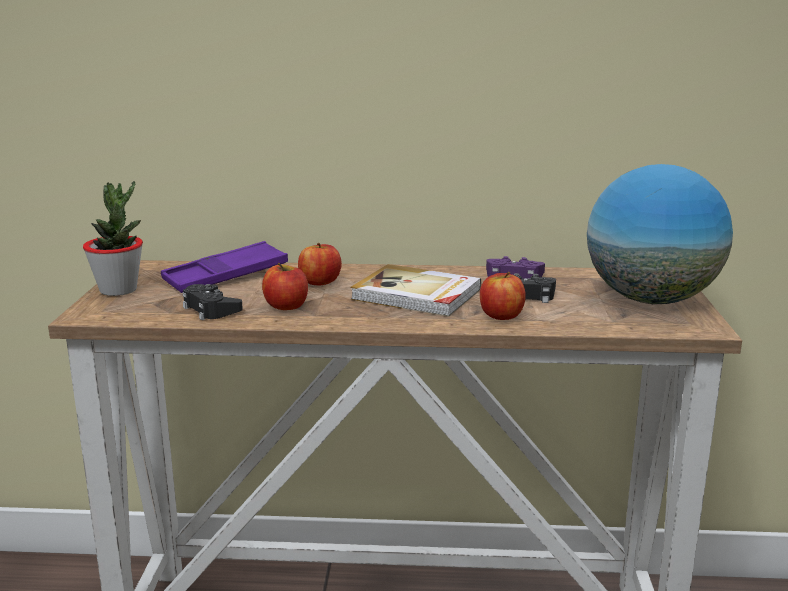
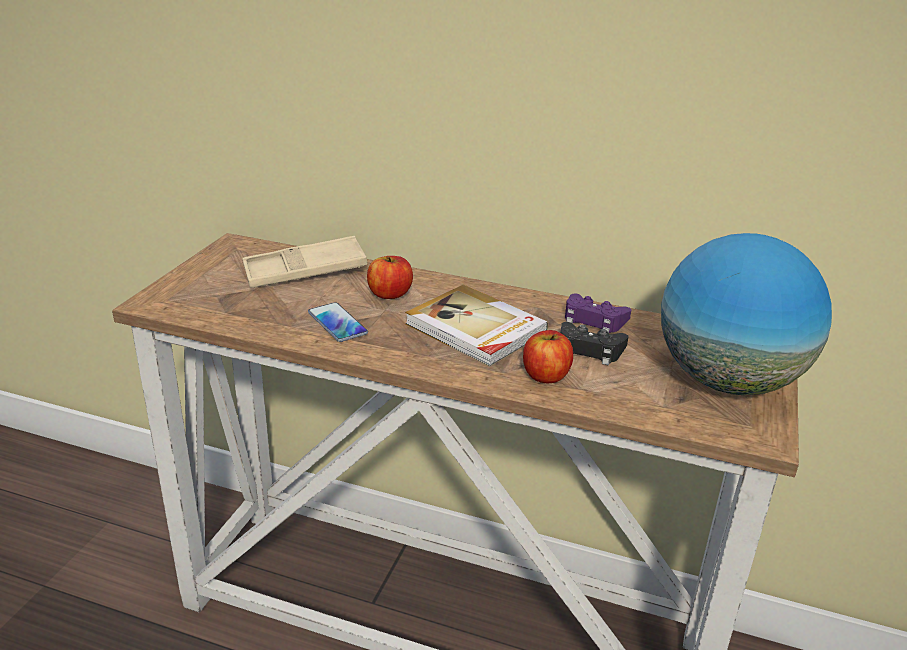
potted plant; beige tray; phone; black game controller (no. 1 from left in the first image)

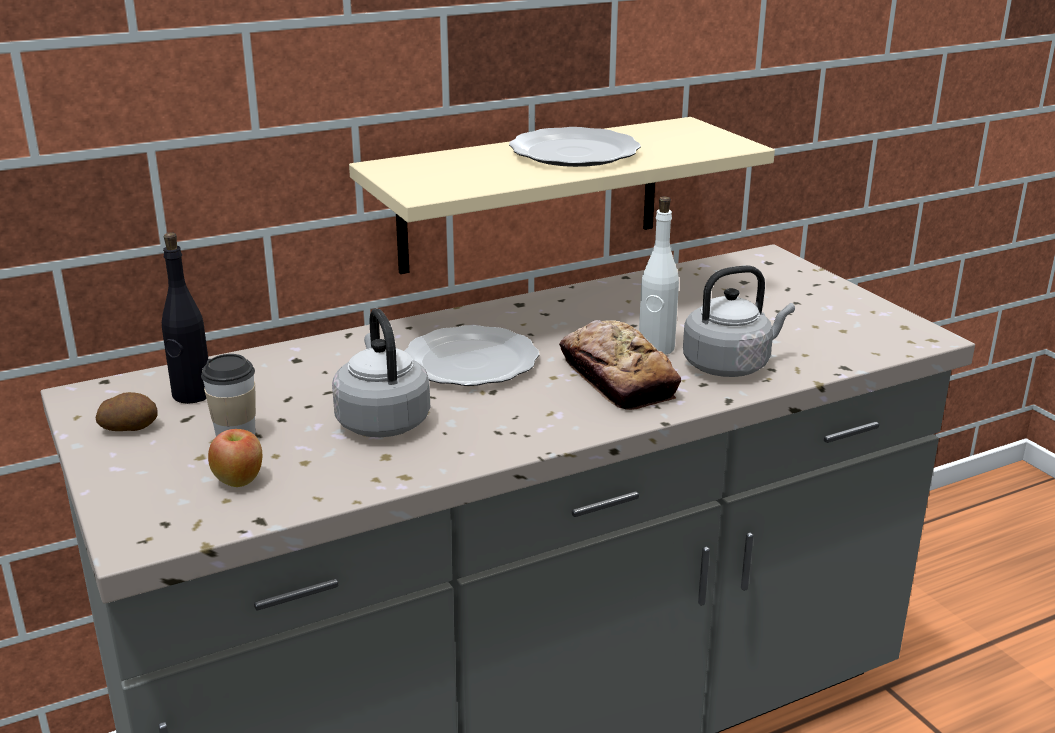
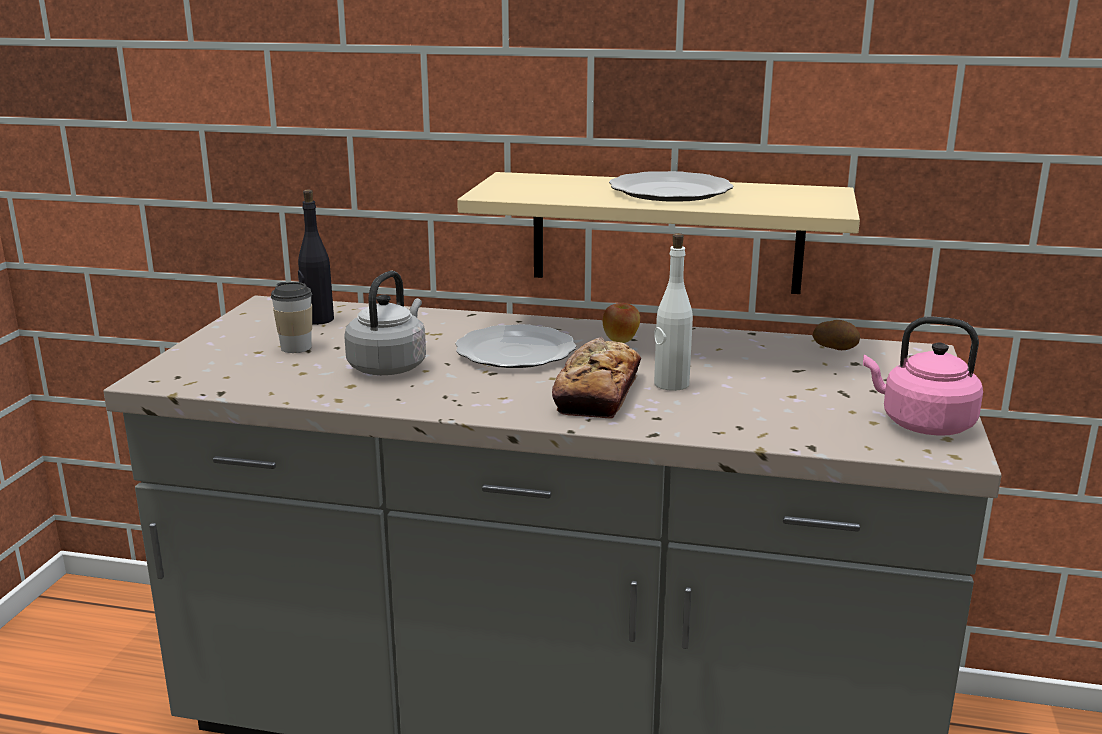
grey kettle (no. 2 from left in the first image); potato; apple; pink kettle

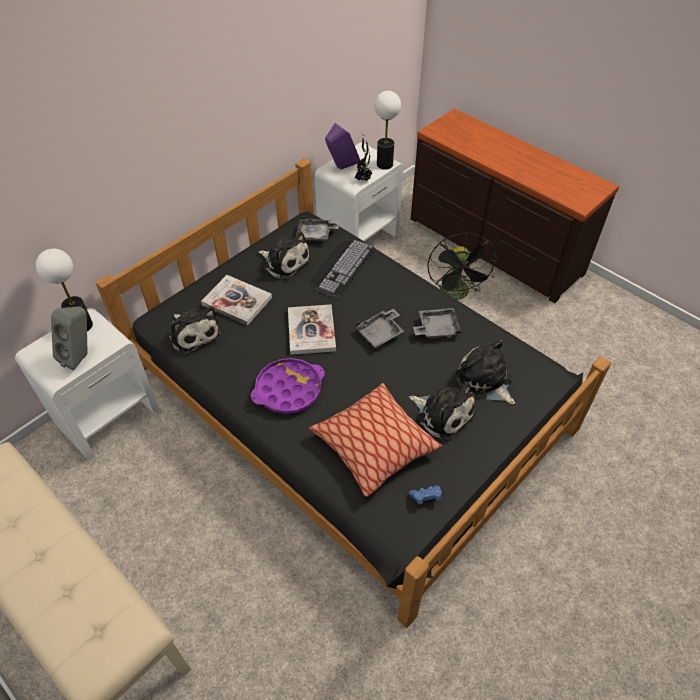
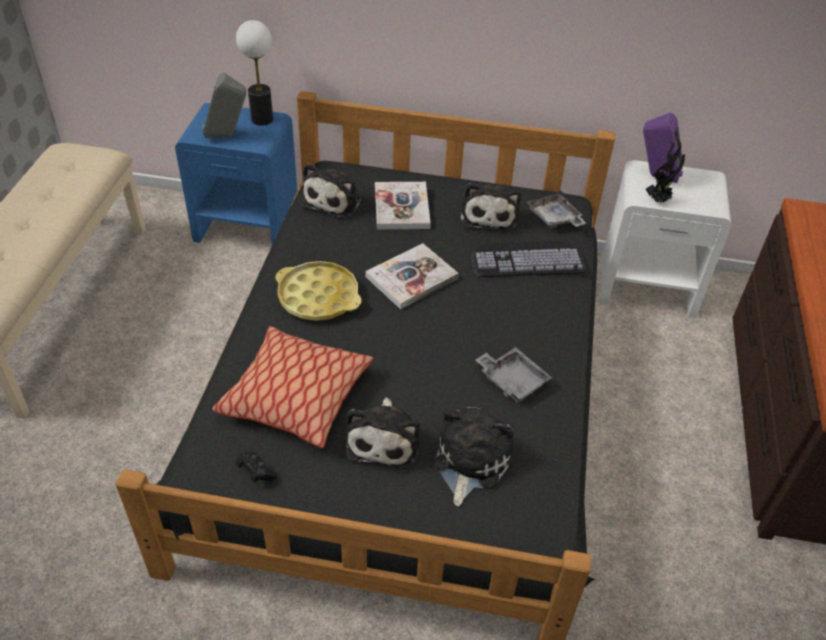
table lamp (no. 2 from left in the first image); black fan; blue nightstand; grey tray (no. 2 from left in the first image); yellow tray; black game controller

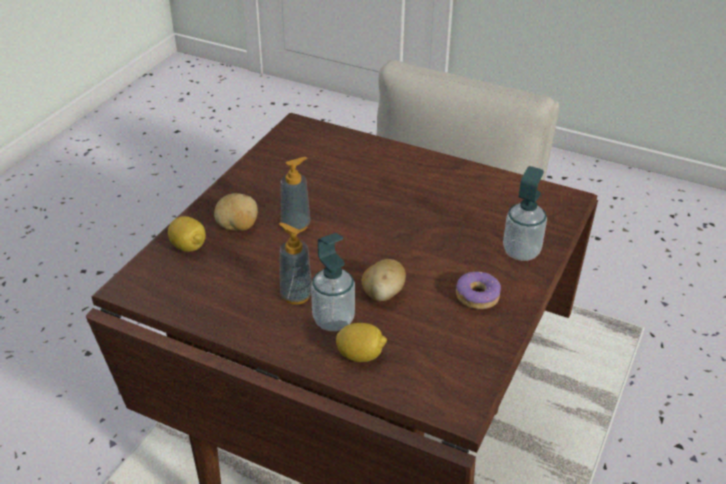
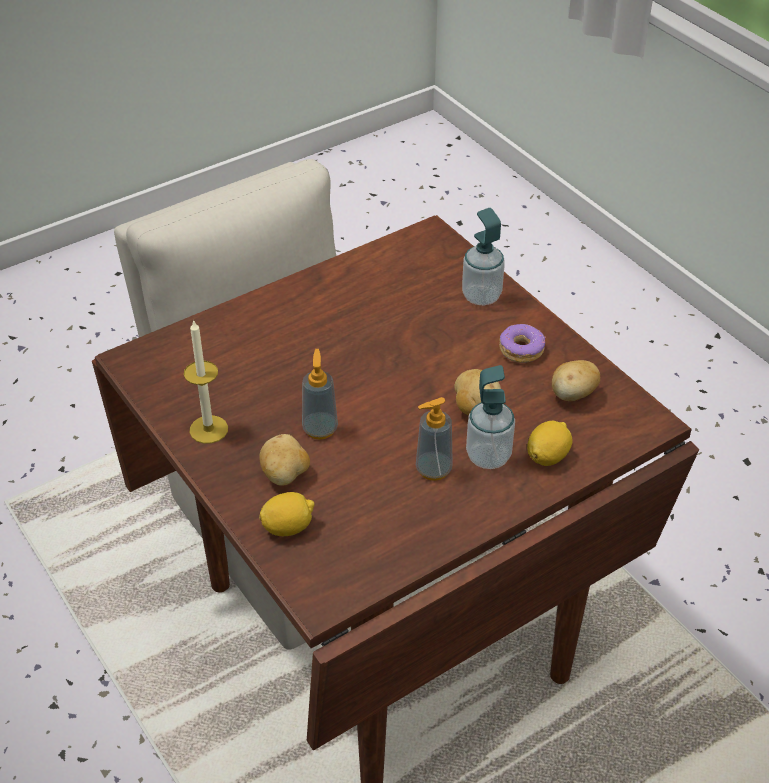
candle; potato (no. 3 from left)

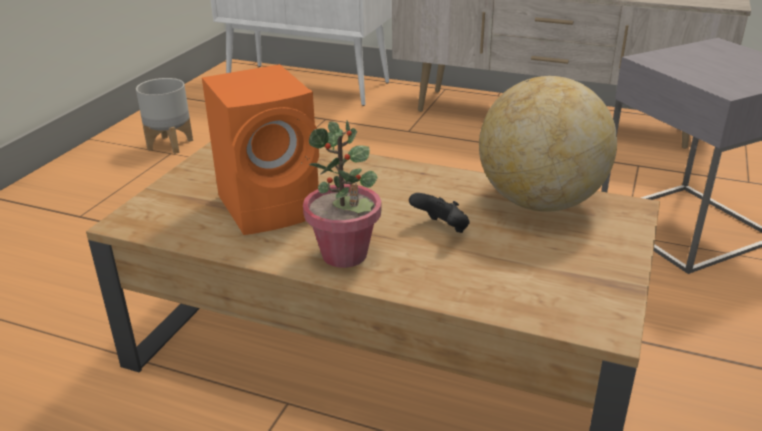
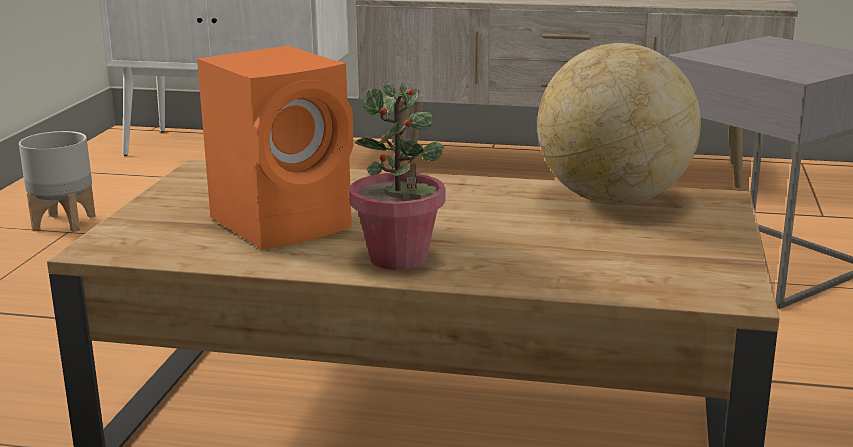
black game controller

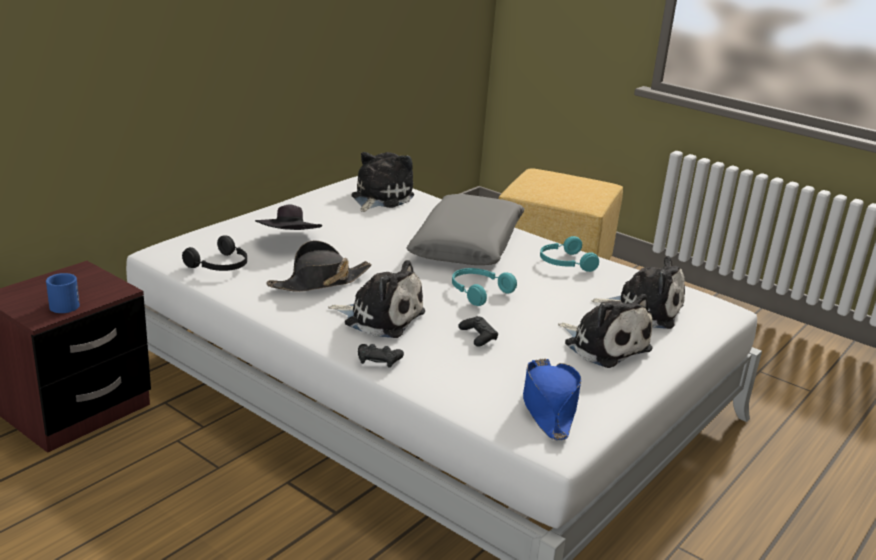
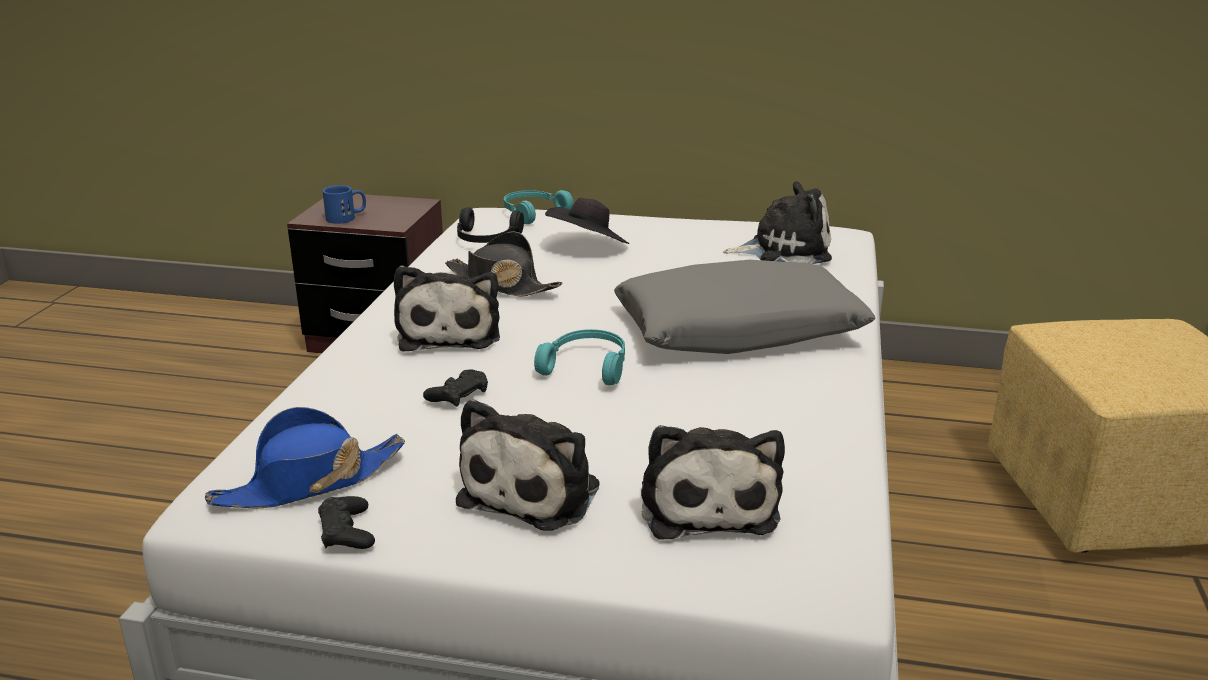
turquoise headphones (no. 1 from left); black game controller (no. 1 from left)

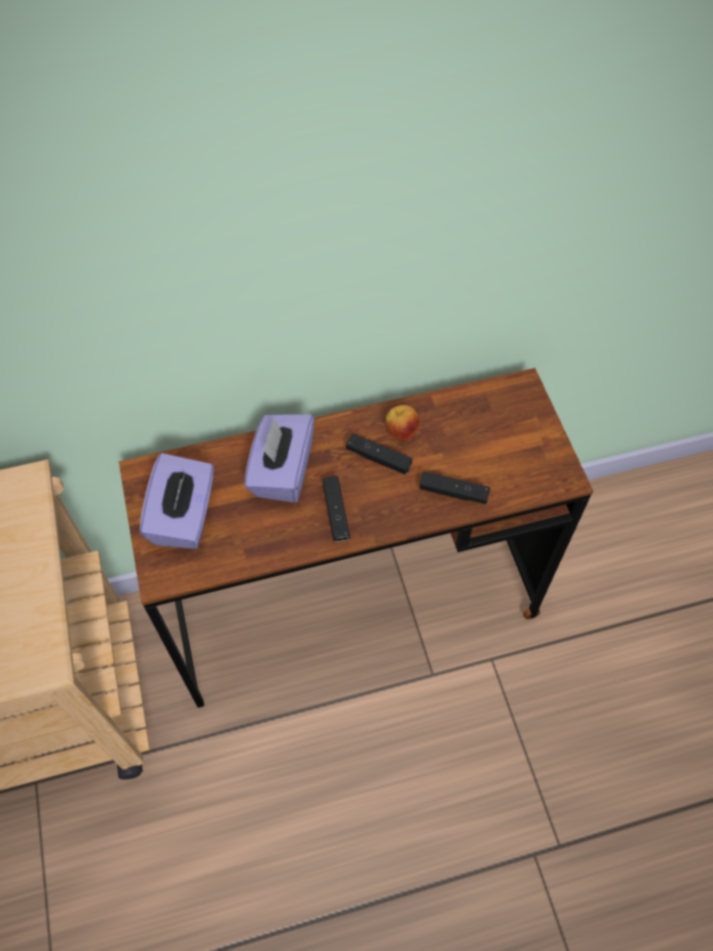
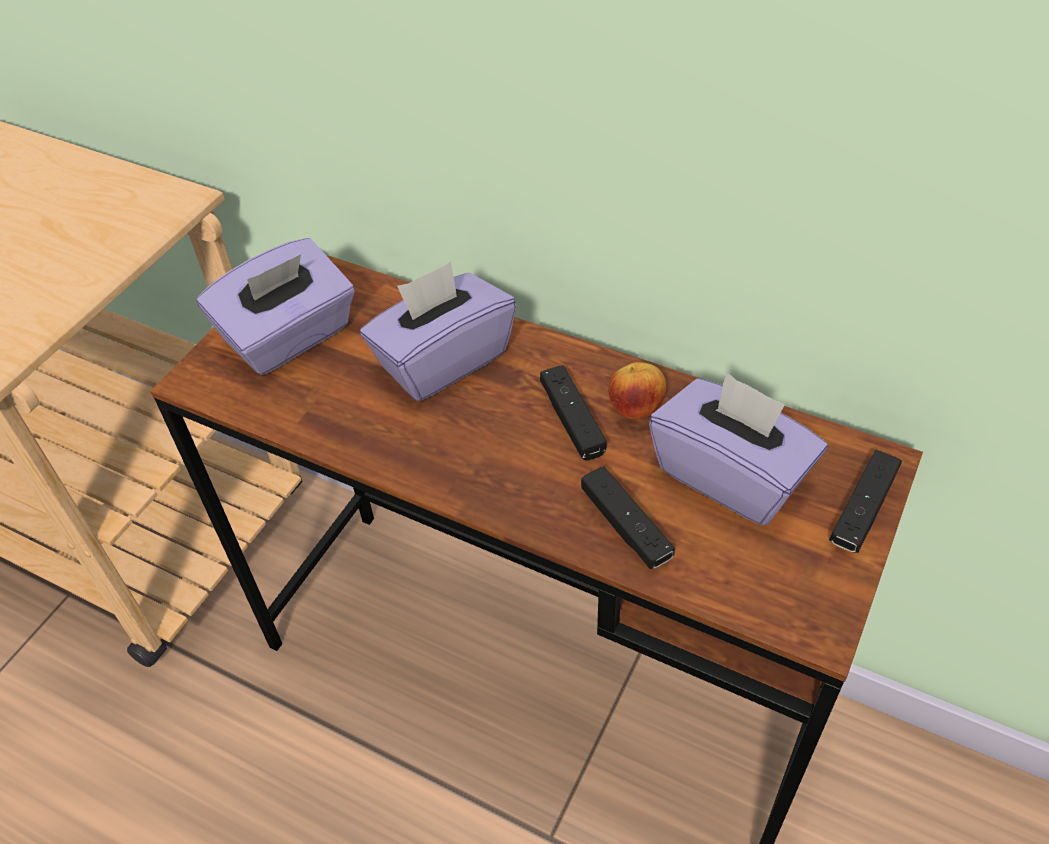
black game controller (no. 3 from left); purple tissue box (no. 3 from left)

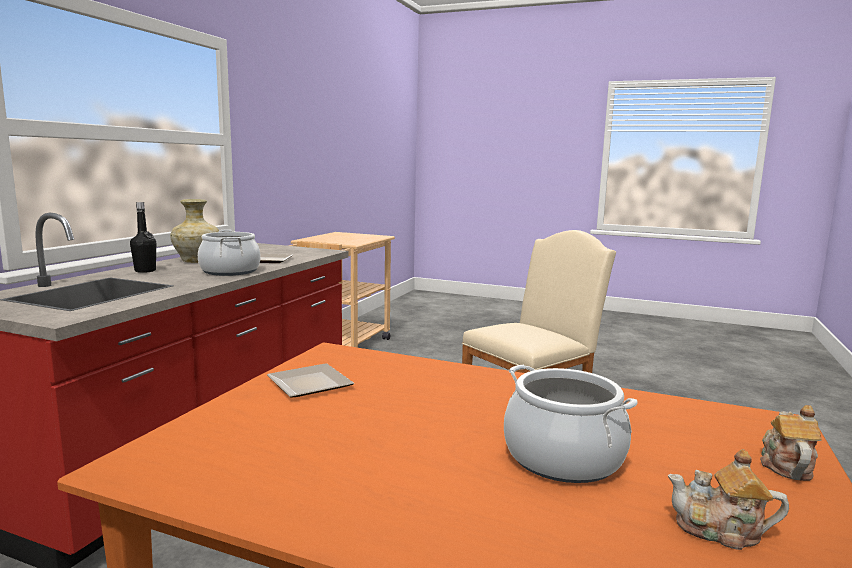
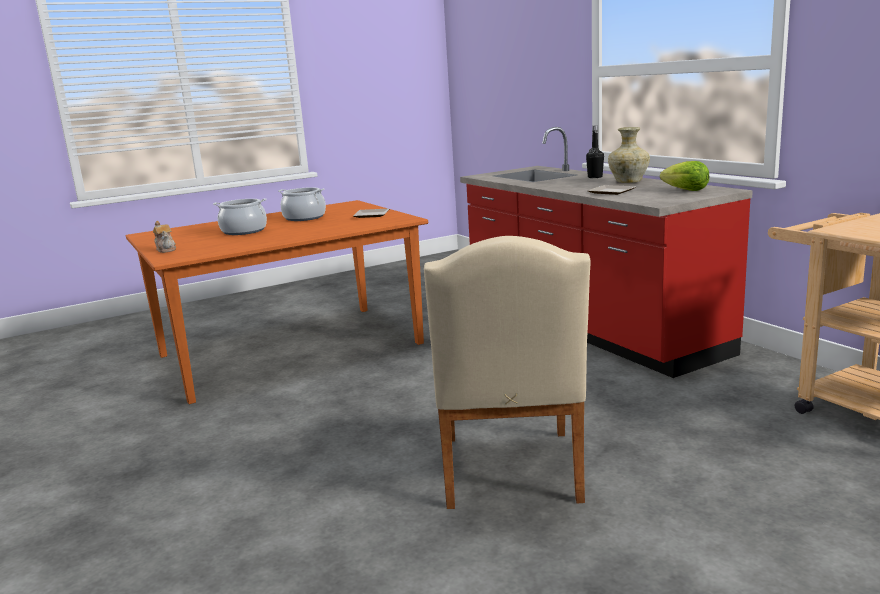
cooking pot (no. 2 from left); teapot (no. 1 from left in the first image); lettuce

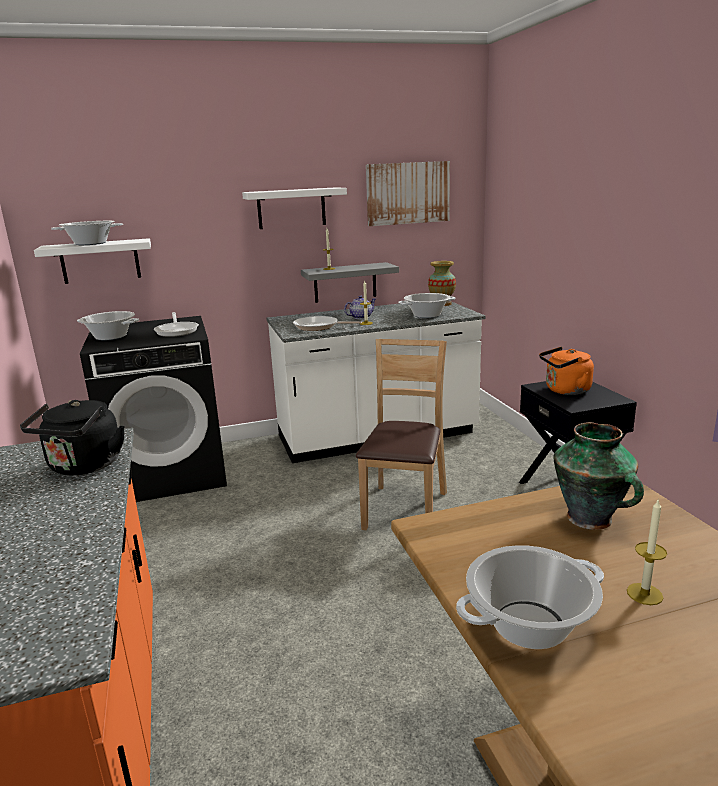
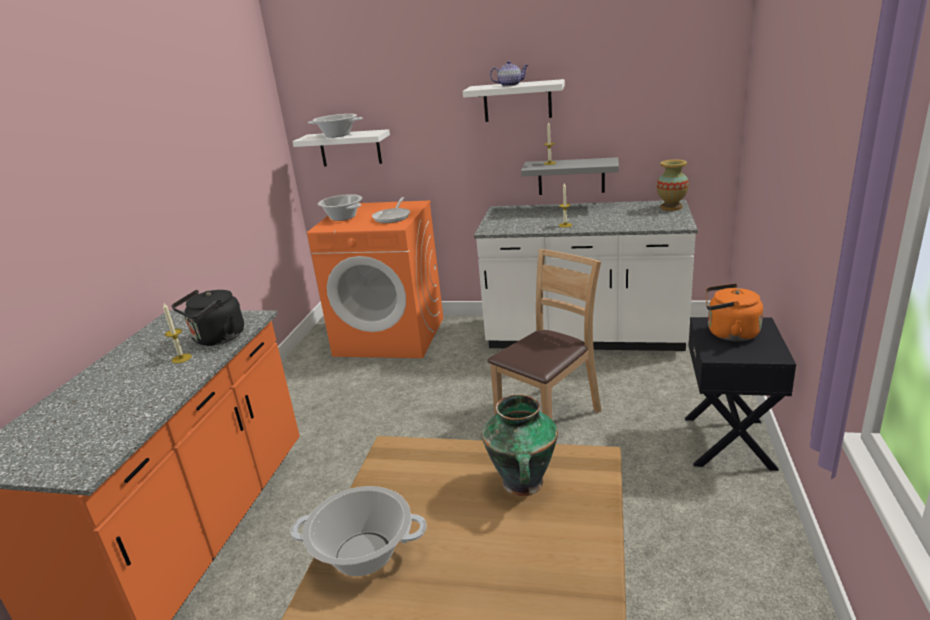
picture; cooking pot (no. 3 from left in the first image); teapot; orange washing machine; frying pan (no. 2 from left in the first image); candle (no. 1 from left)

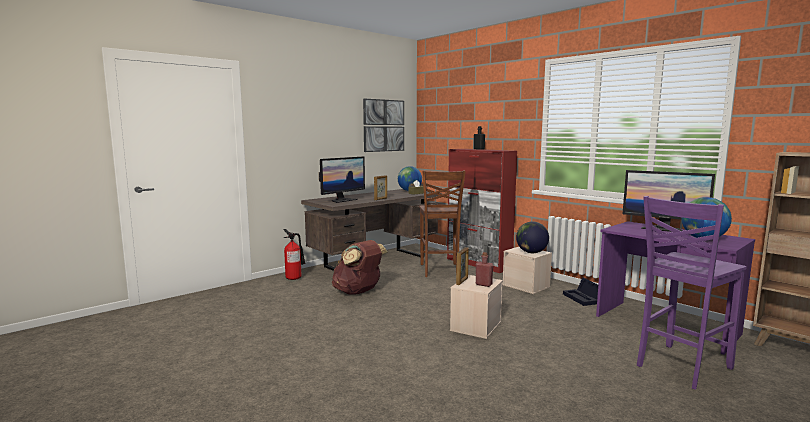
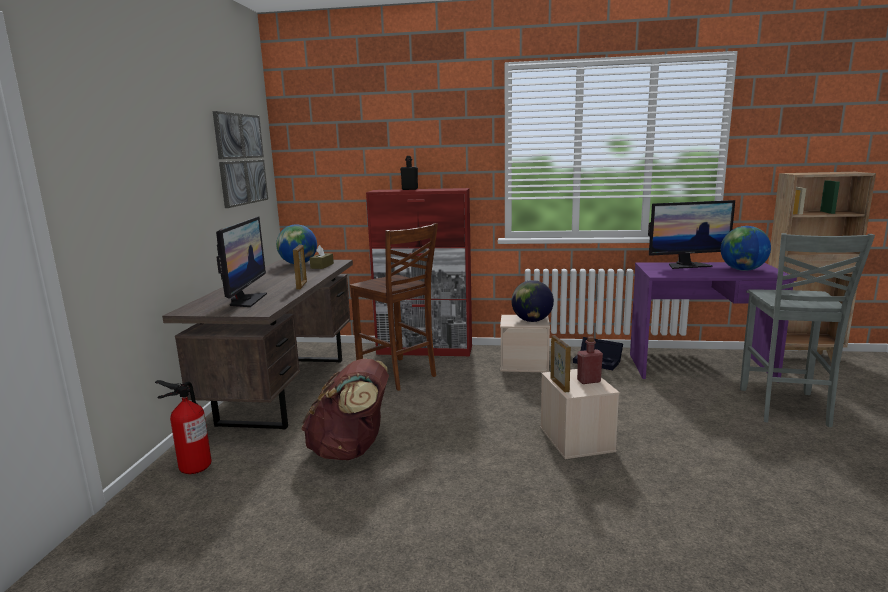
grey chair

